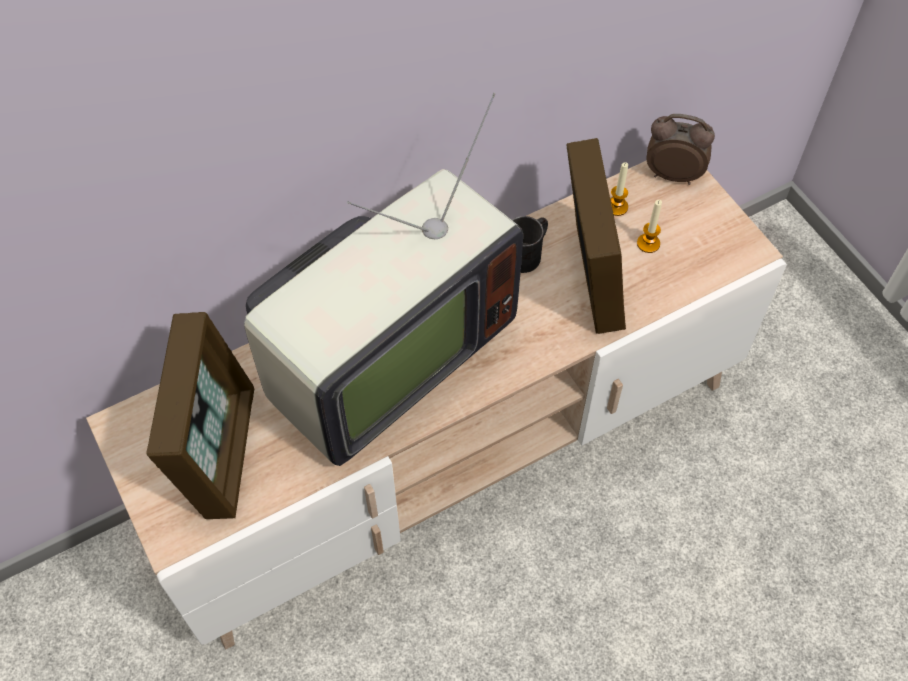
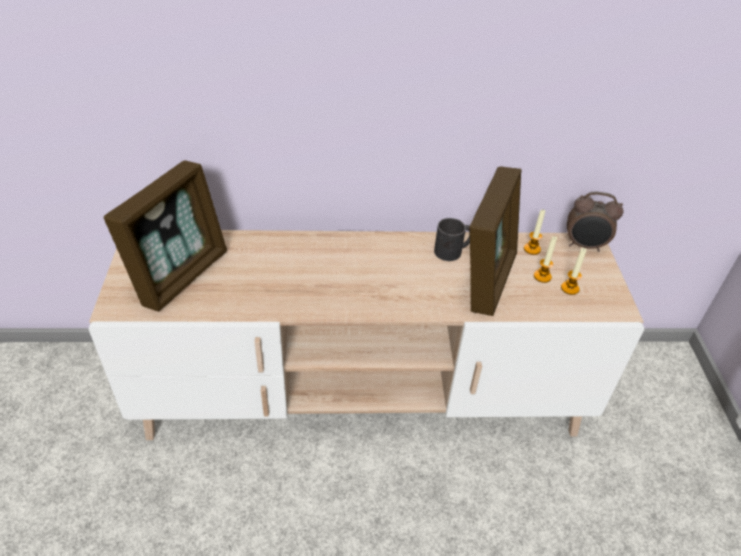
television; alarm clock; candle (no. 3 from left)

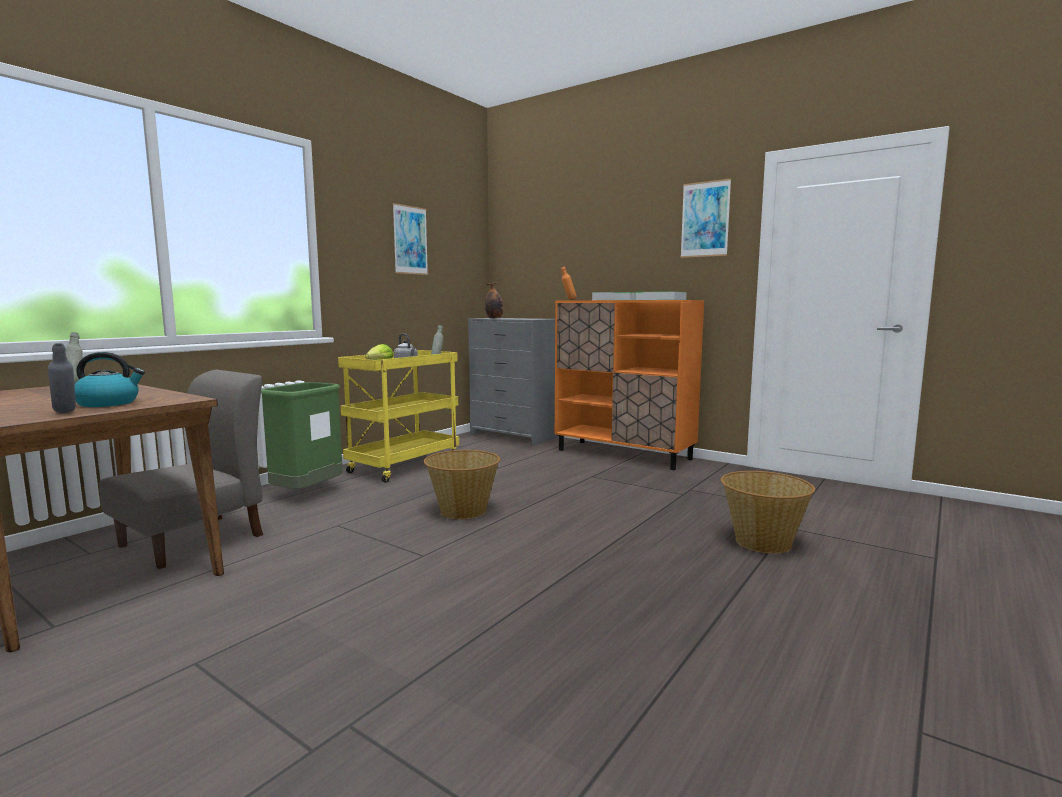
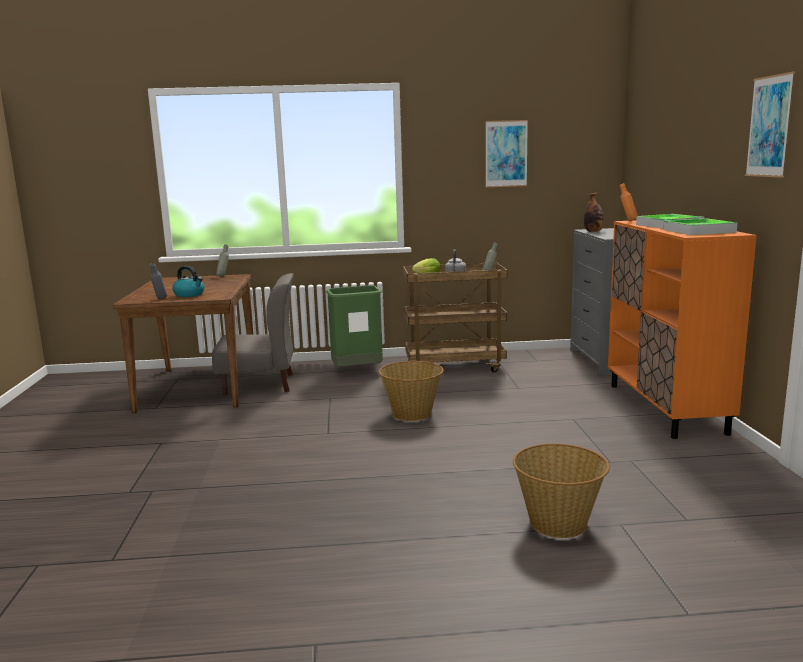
brown cart

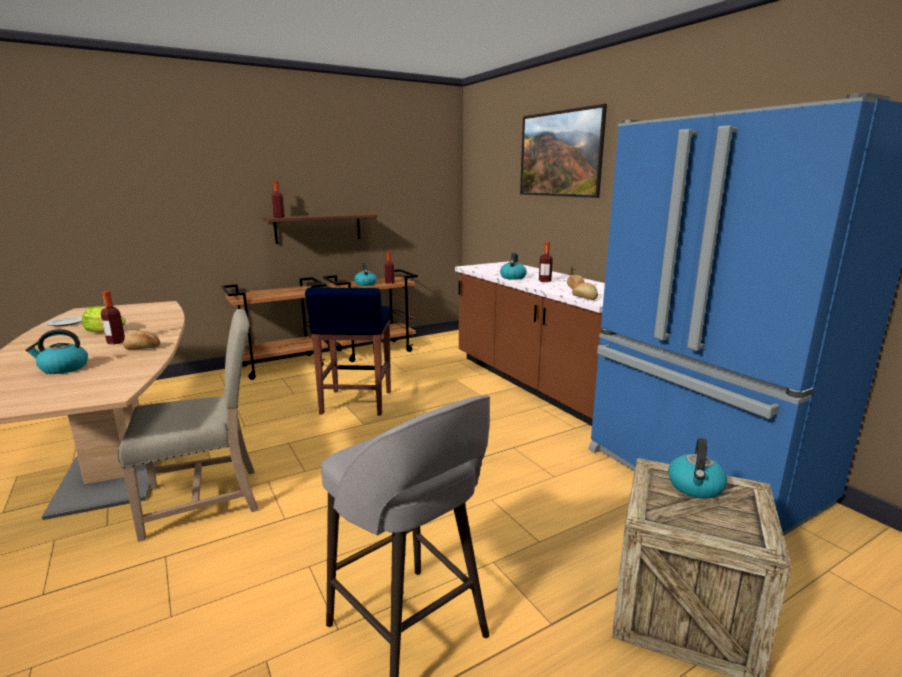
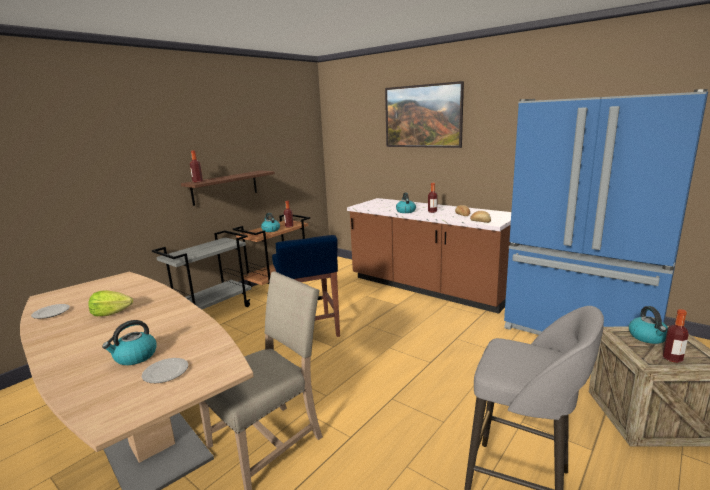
grey cart; bottle (no. 4 from left); bread (no. 1 from left in the first image); plate (no. 2 from left)

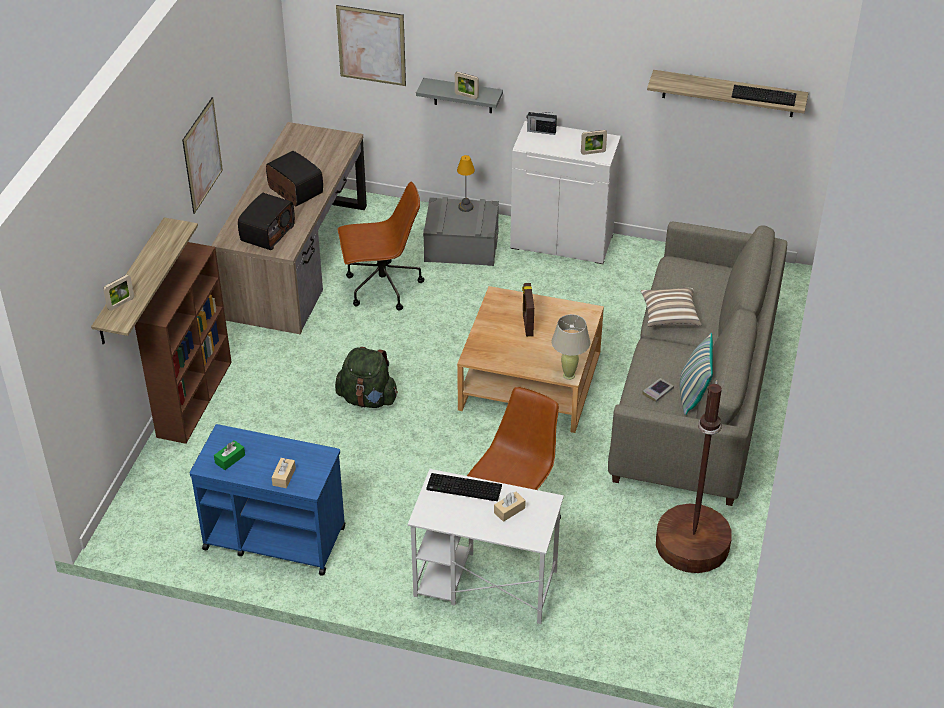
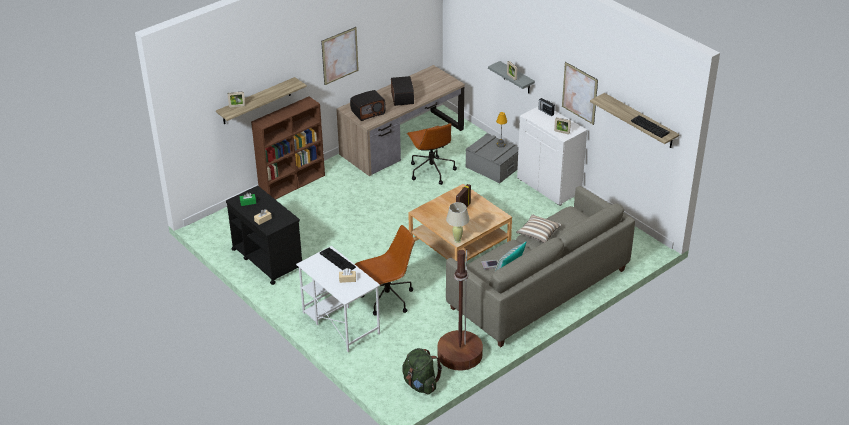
picture (no. 2 from left); brown office chair (no. 2 from left); green backpack; black cart

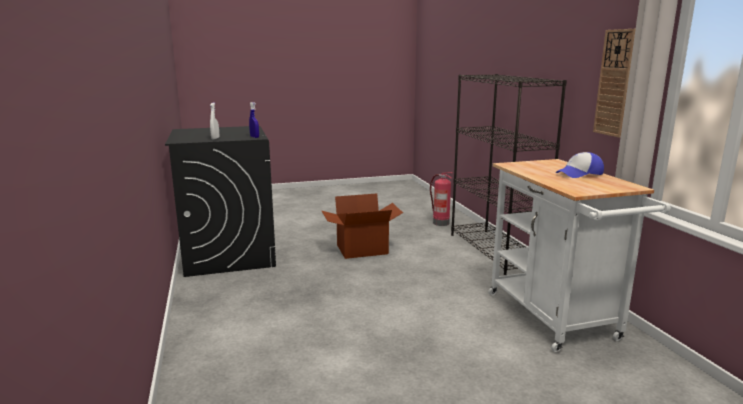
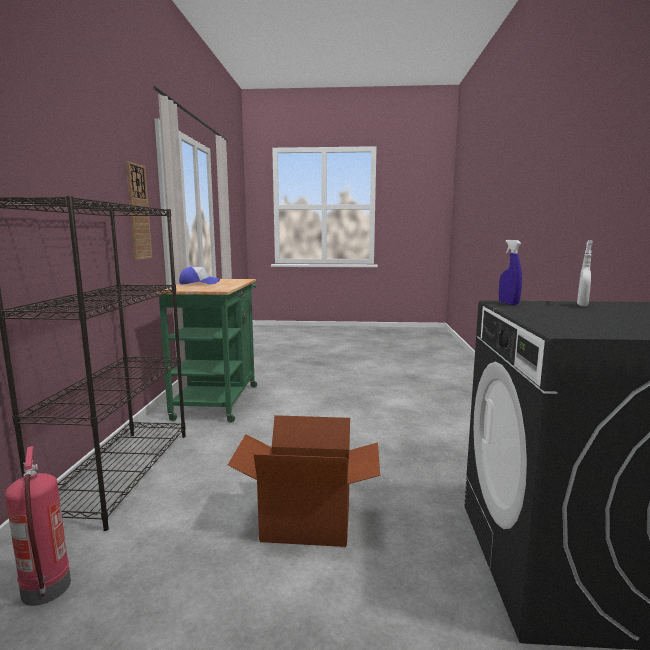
green cart

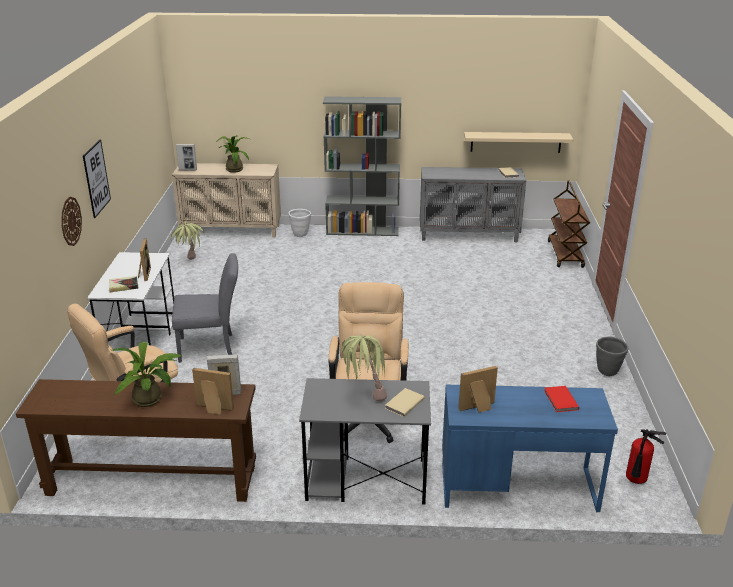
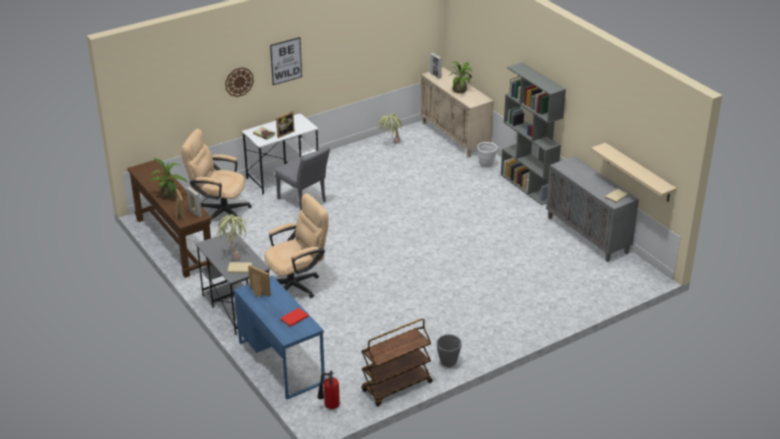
brown cart

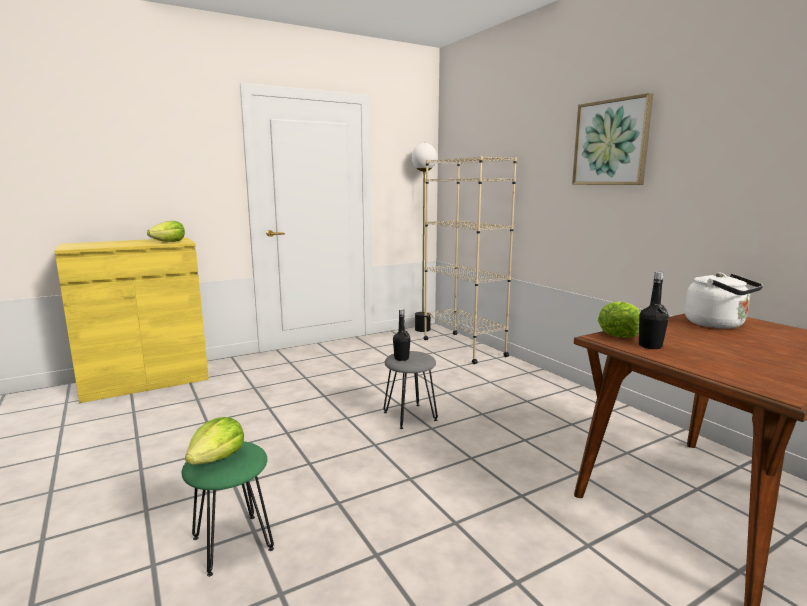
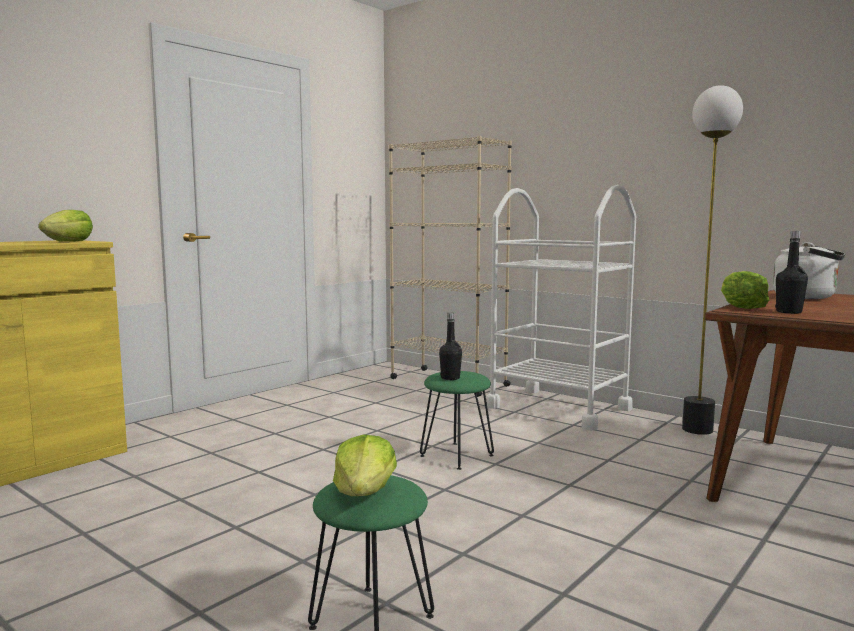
picture; floor lamp; green stool (no. 2 from left); white cart

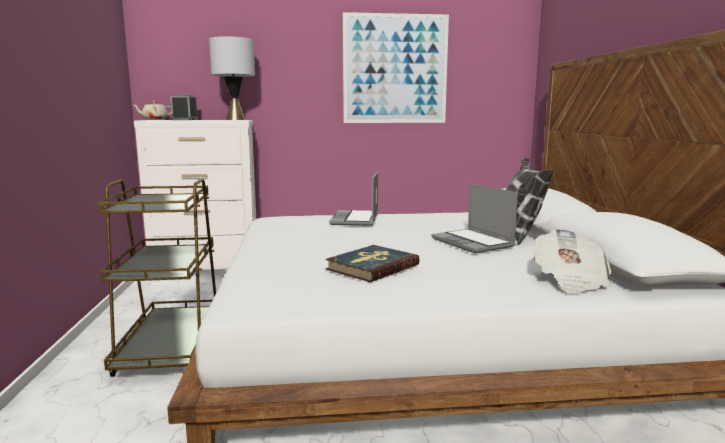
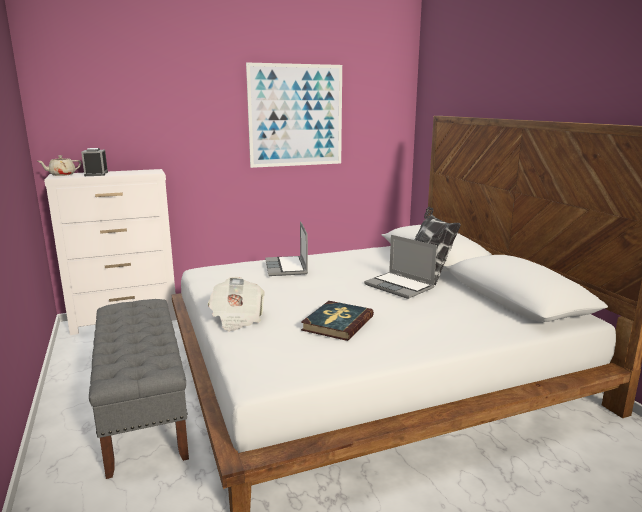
grey table lamp; grey bench; newspaper

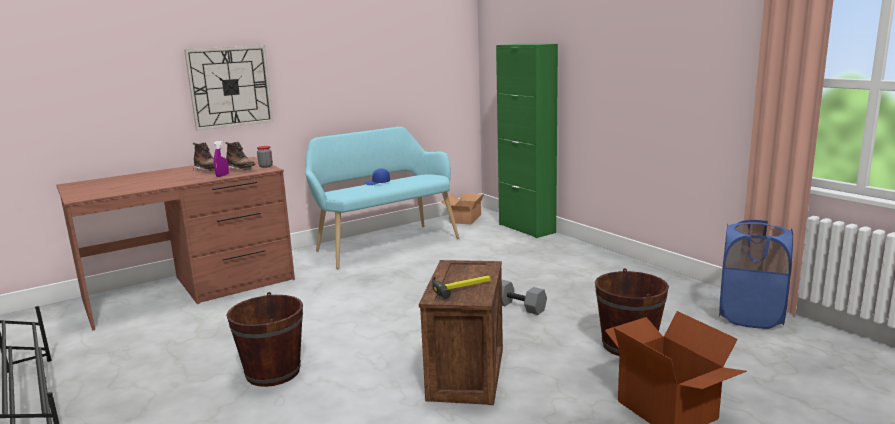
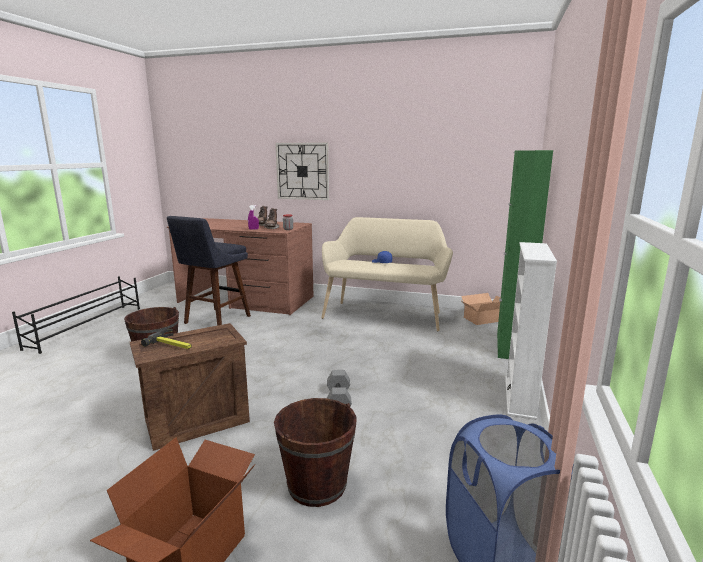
beige bench; blue stool; white bookcase

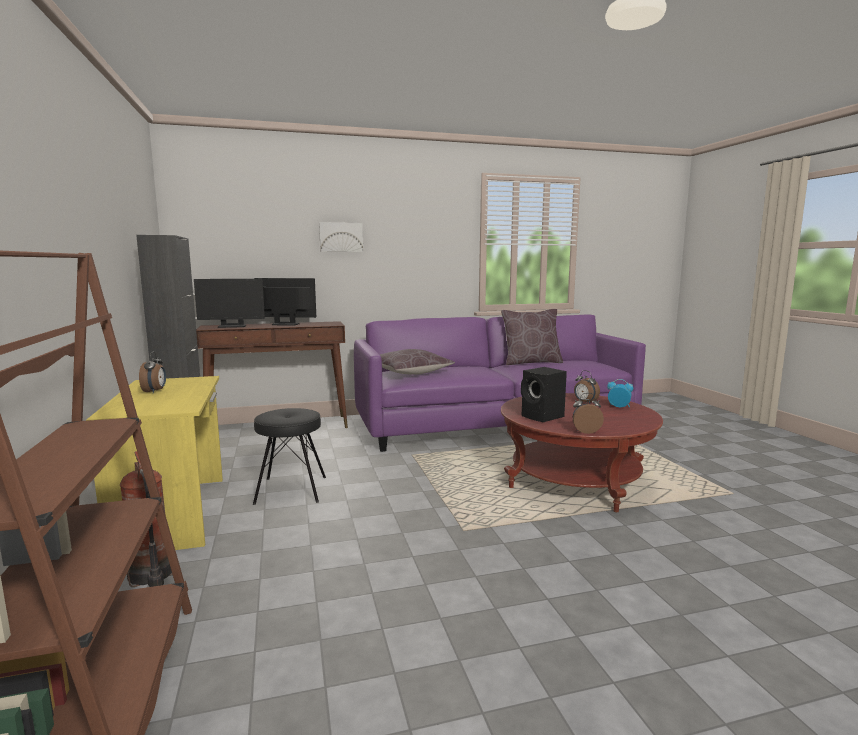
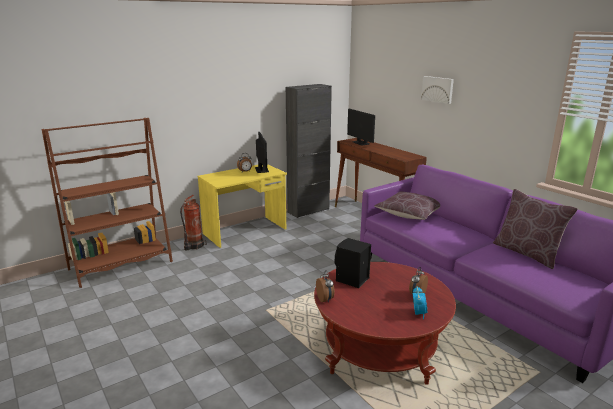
monitor (no. 1 from left); black stool

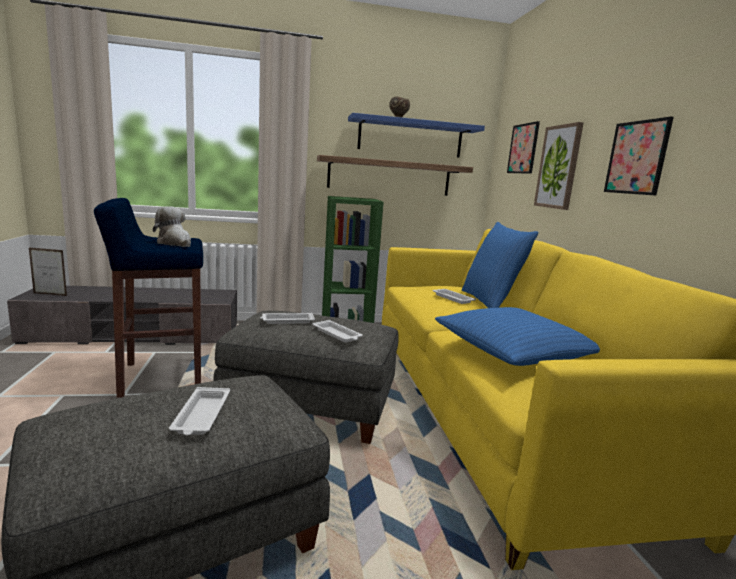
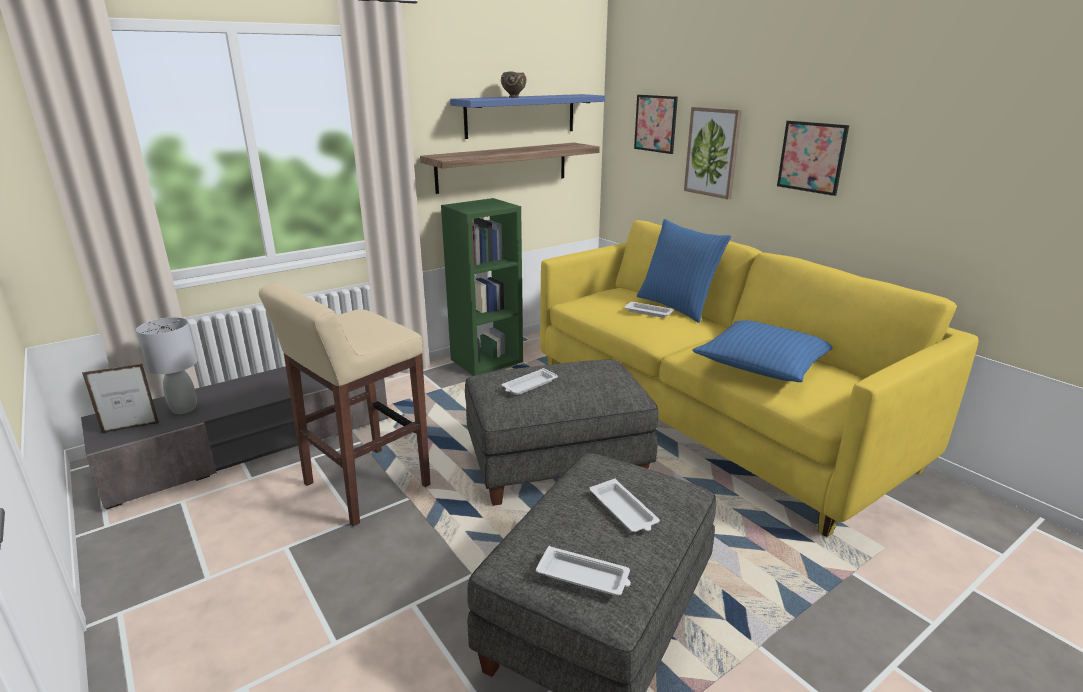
beige stool; plush toy; white tray (no. 2 from left); grey table lamp

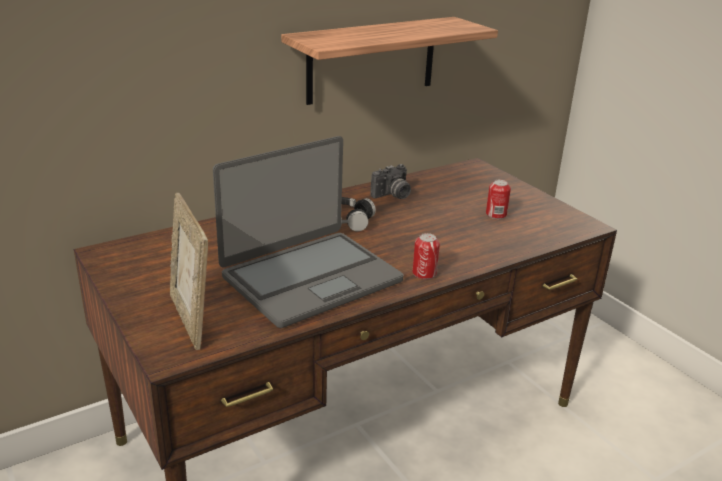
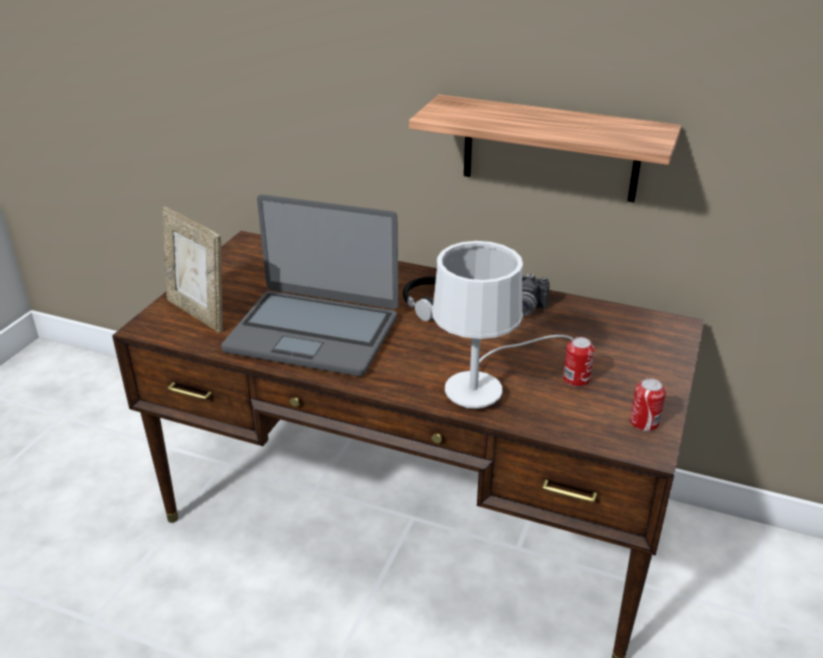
picture frame; can (no. 2 from left); white table lamp

